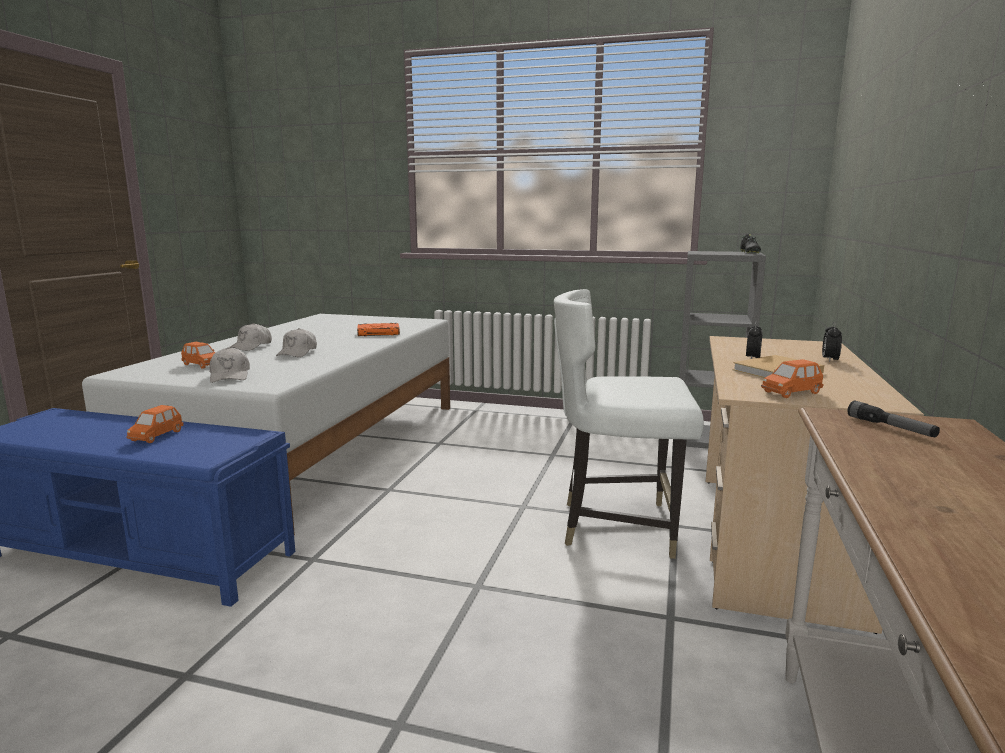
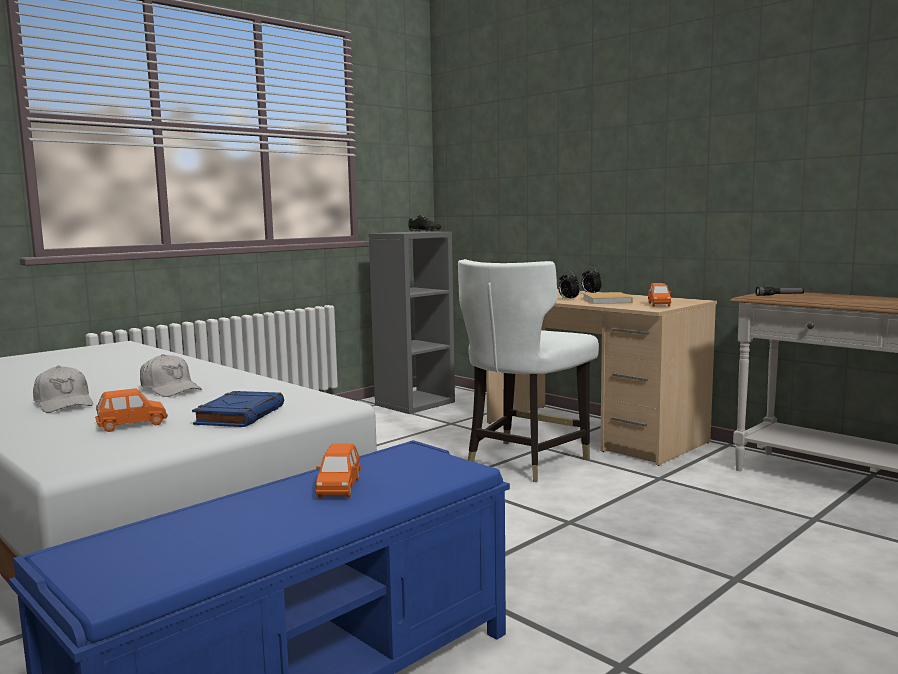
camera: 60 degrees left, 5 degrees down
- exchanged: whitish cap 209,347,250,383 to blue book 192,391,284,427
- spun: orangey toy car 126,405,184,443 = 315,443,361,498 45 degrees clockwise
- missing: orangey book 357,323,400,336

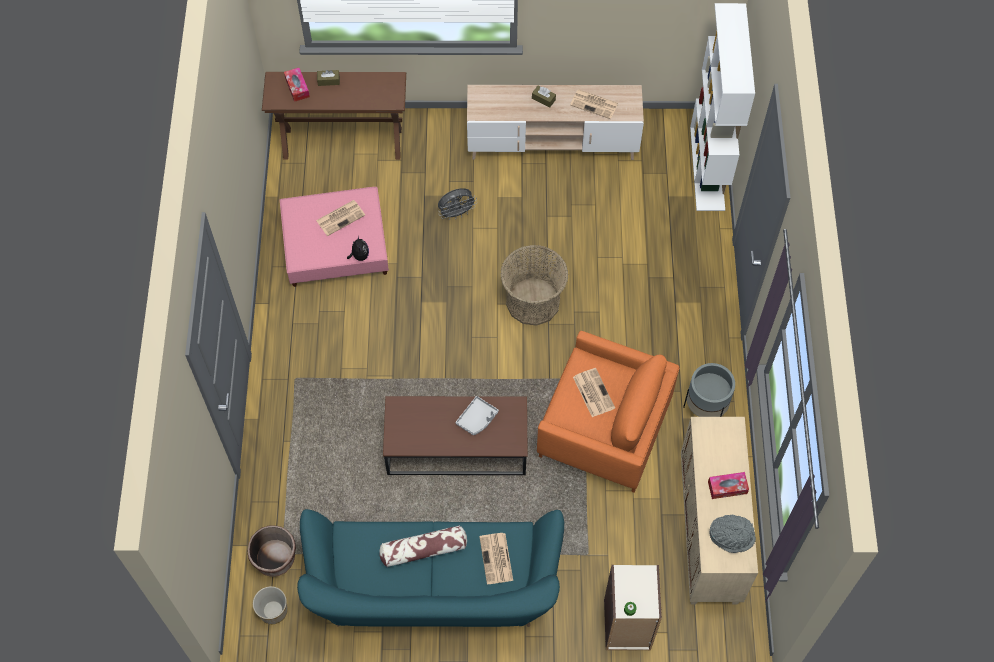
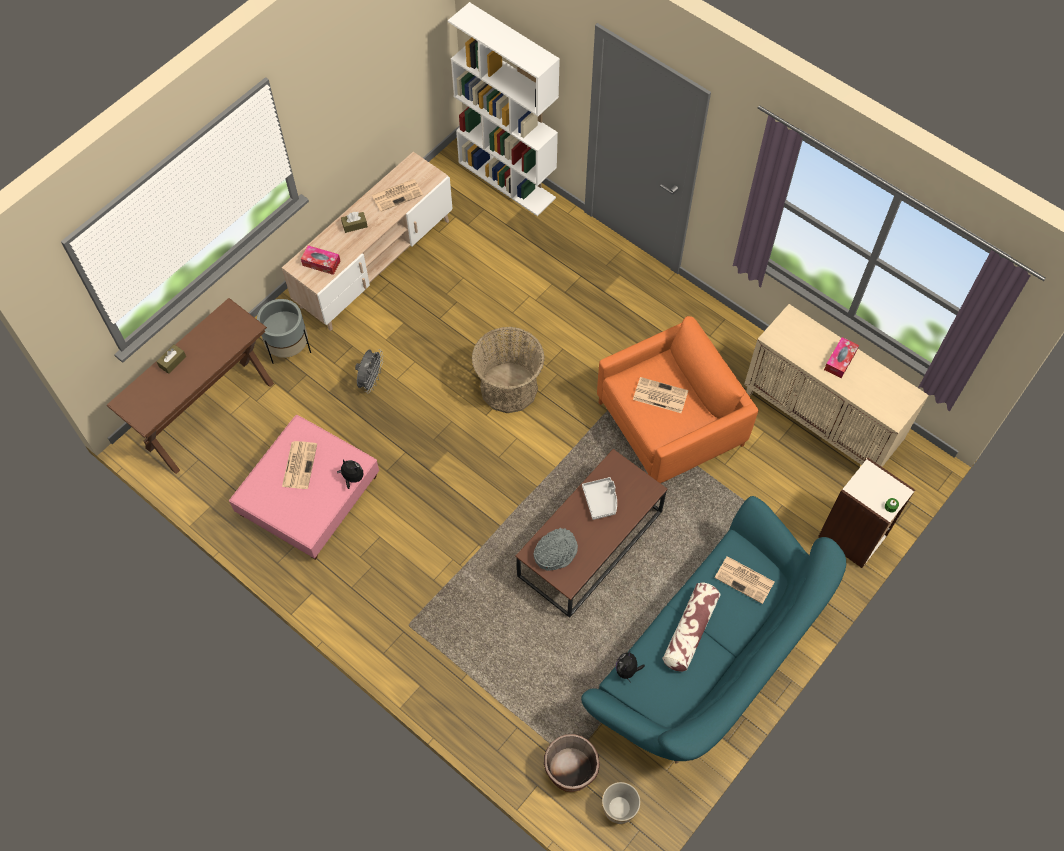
camera: 50 degrees left, 0 degrees up
- relocated: gray flower pot 683,363,735,417 to 257,299,311,364
- relocated: tissue holder 284,68,310,102 to 301,245,340,275
- relocated: gray clothing hat 709,514,756,553 to 534,528,578,571
- appeared: soft toy 616,650,645,683

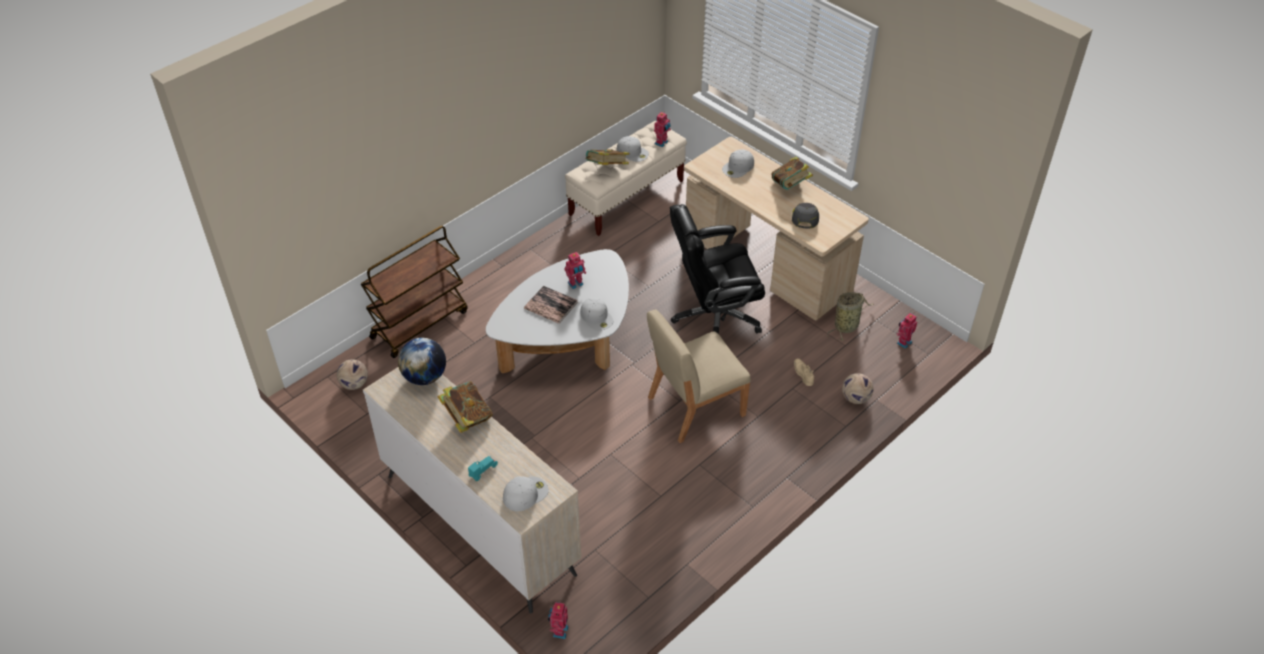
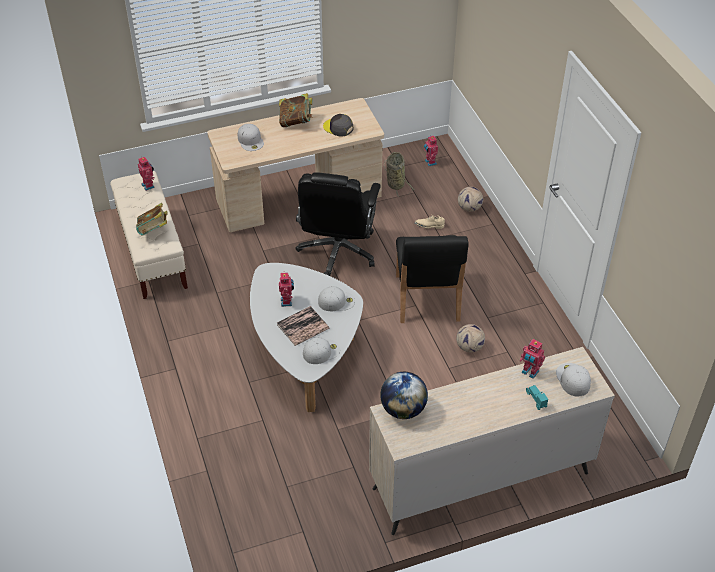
camera: 65 degrees left, 0 degrees up
- relocated: whitish cap 617,136,649,162 to 303,337,340,364
- colour: sand-coloured upright chair 647,310,751,443 to blackish upright chair 396,235,469,323
- relocated: football 337,359,368,390 to 456,324,485,353
- relocated: toy robot 548,602,569,639 to 520,339,545,379
- missing: brownish wheeled cart 361,226,468,358
- missing: book 438,381,493,433

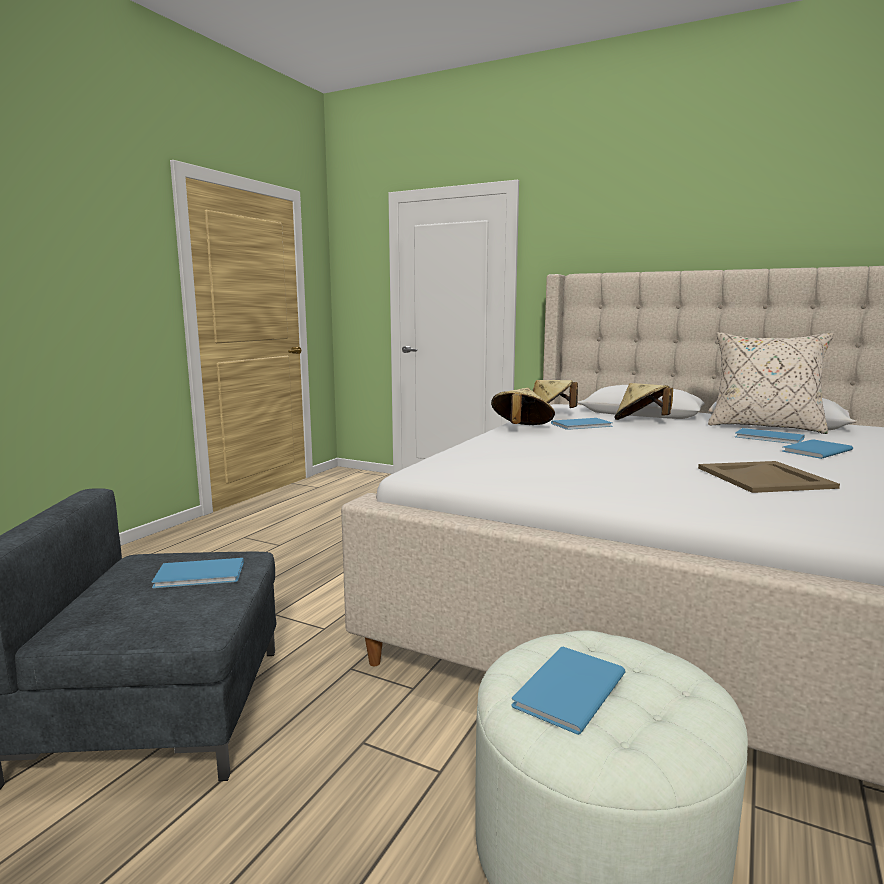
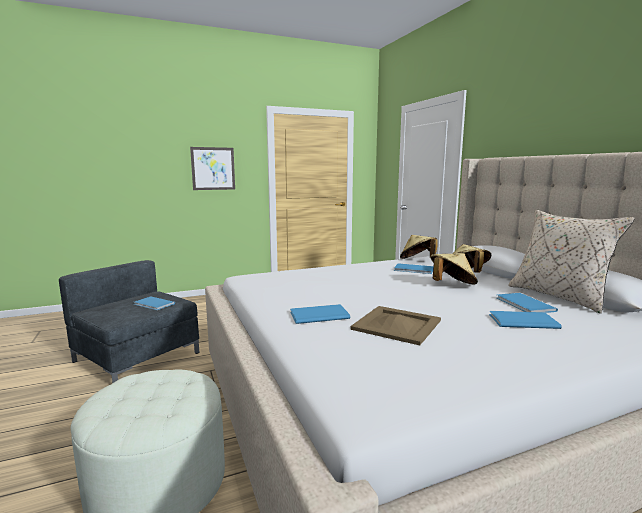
camera: 40 degrees right, 0 degrees up
- appeared: wall art 190,147,235,190
- relocated: blue book 511,647,625,735 to 290,304,350,324
- relocated: sand-coloured clothing hat 491,388,555,425 to 430,253,478,285

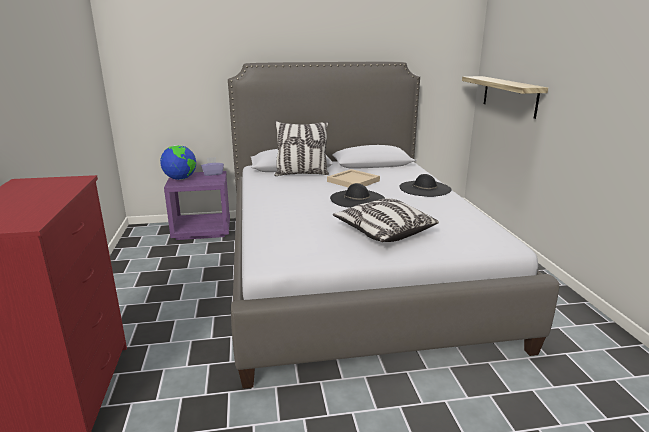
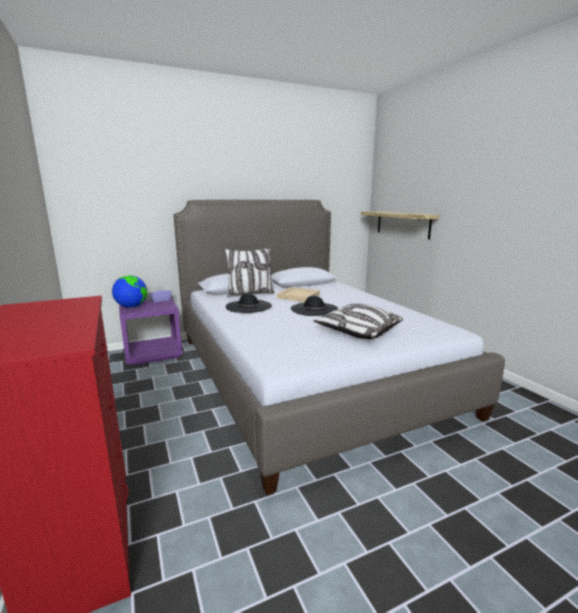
camera: 15 degrees left, 5 degrees down
- relocated: blackish clothing hat 400,174,452,197 to 226,293,272,313

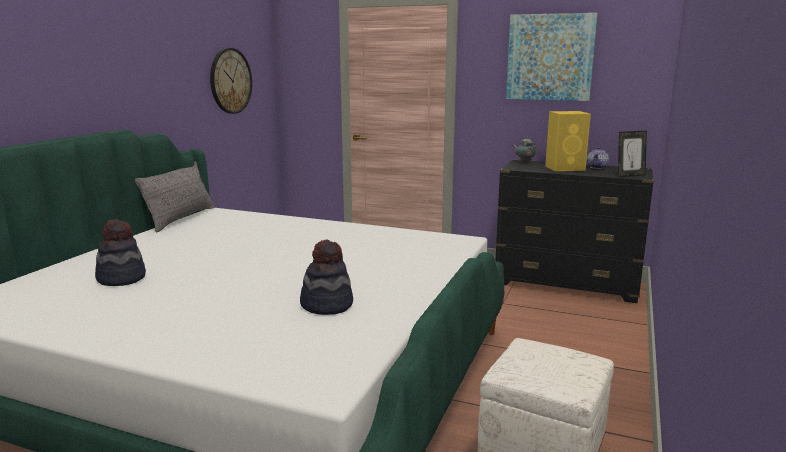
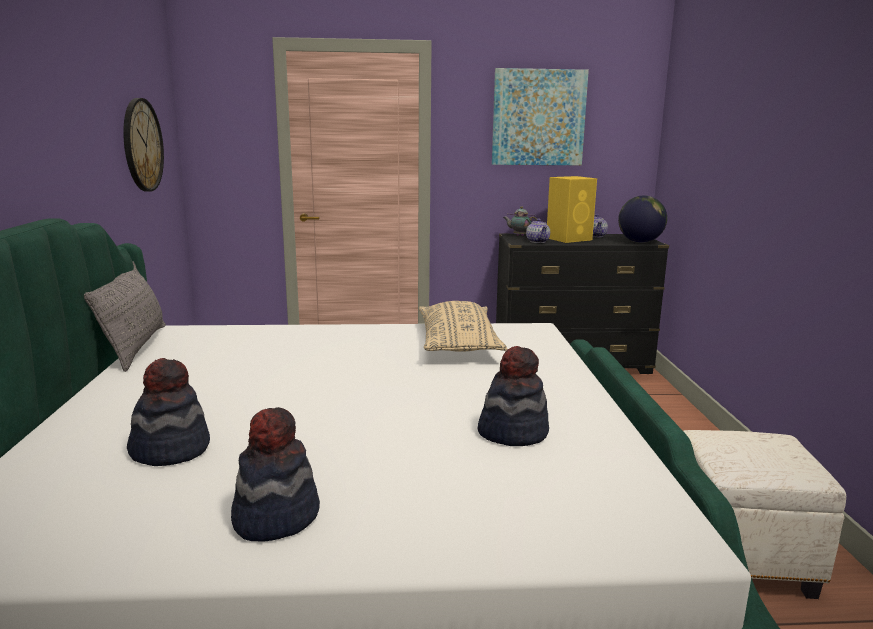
camera: 25 degrees left, 0 degrees up
- appeared: clothing hat 231,407,320,542
- appeared: sand-coloured throw pillow 419,301,507,352
- appeared: teapot 526,218,550,243
- exchanged: picture frame 618,131,647,177 to world globe 618,195,667,243

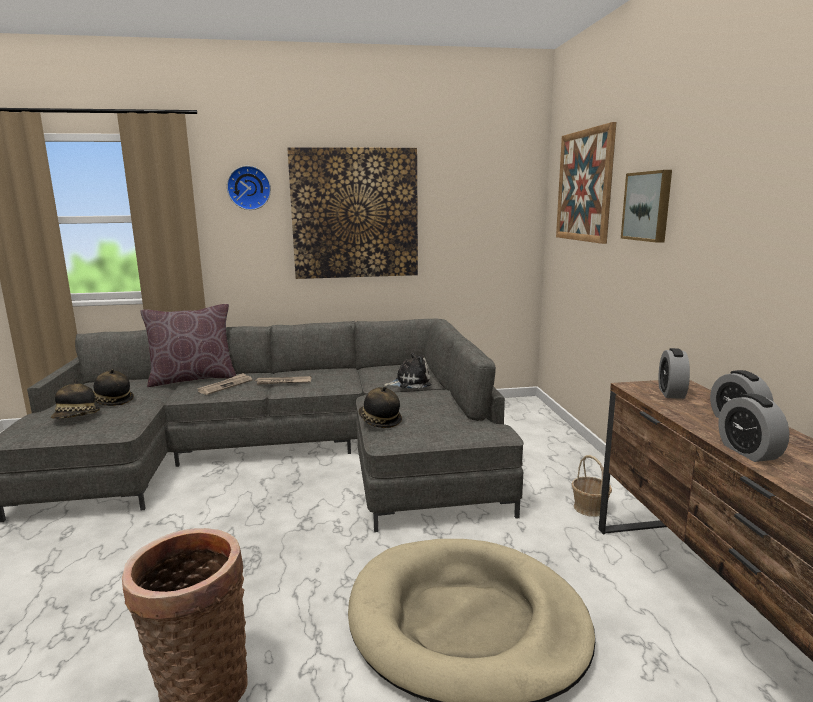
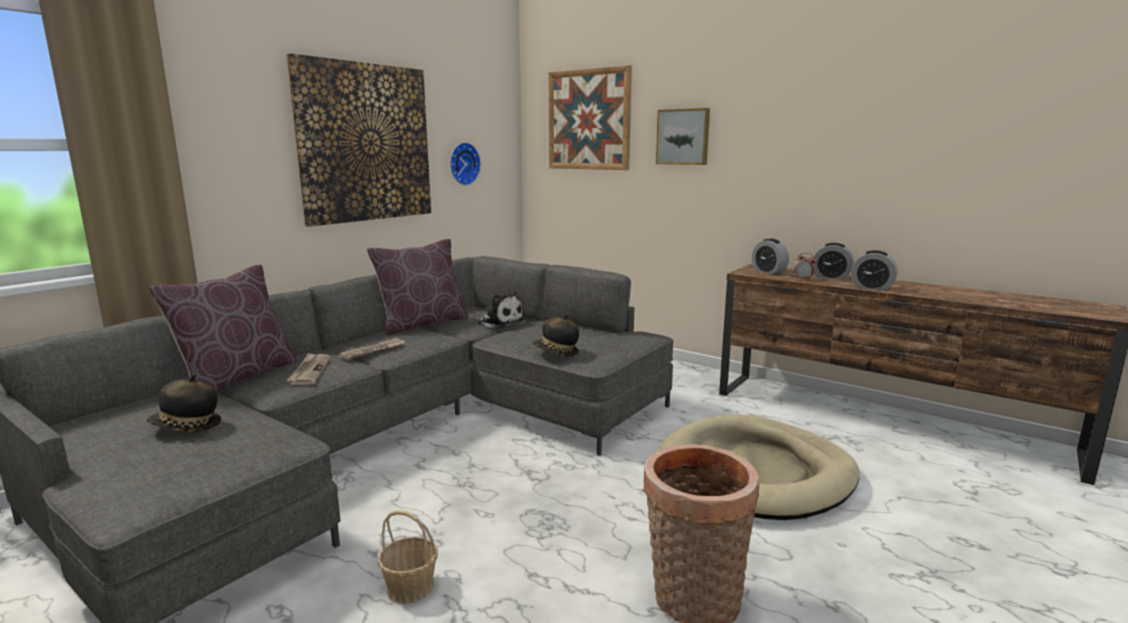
camera: 45 degrees left, 0 degrees up
- appeared: brownish throw pillow 367,239,469,335
- relocated: basket 571,455,612,517 to 377,510,438,604
- relocated: clock on the wall 227,166,271,210 to 450,142,481,186
- spun: soft toy 383,353,431,389 = 474,292,524,328 90 degrees clockwise
- appeared: bedside clock 794,253,816,280
- missing: clothing hat 51,379,100,419

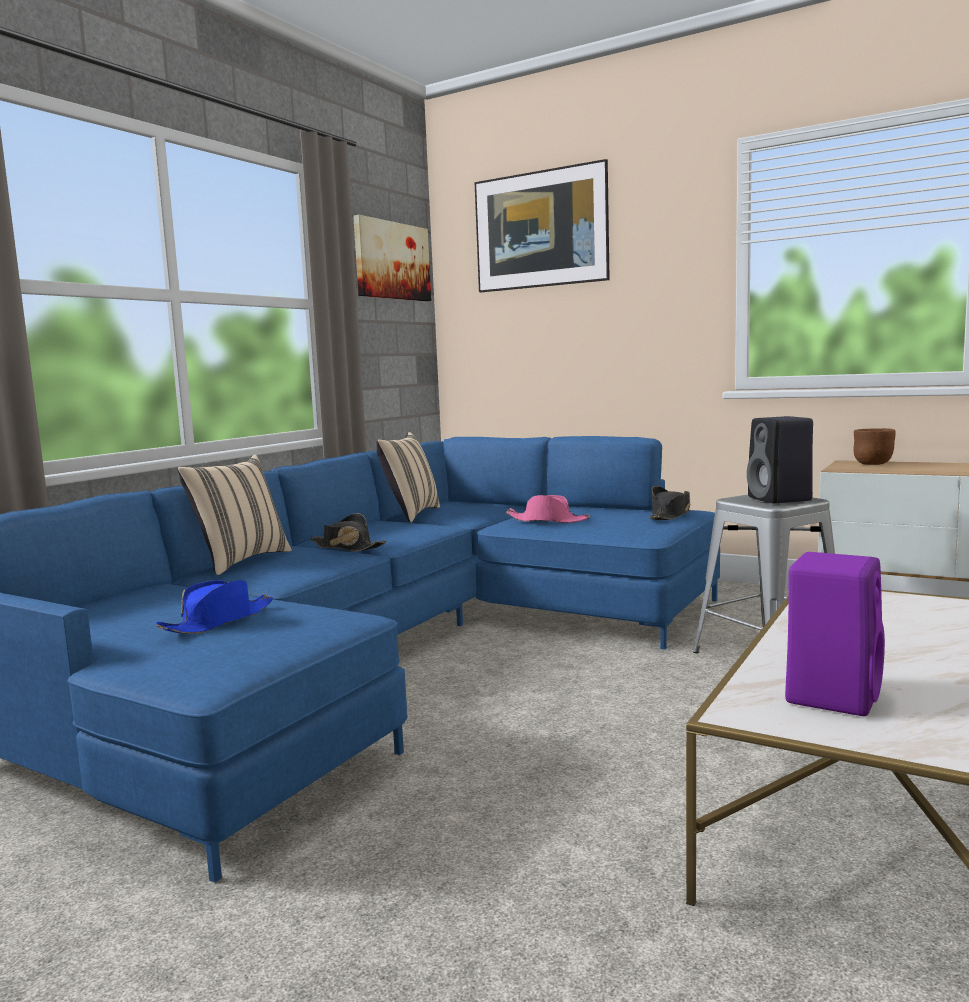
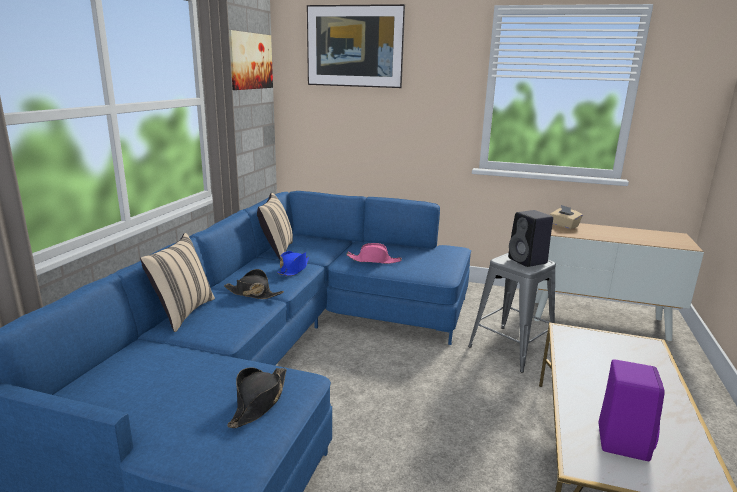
camera: 15 degrees left, 10 degrees up
- relocated: blackish clothing hat 649,486,691,520 to 227,368,287,428
- relocated: blue clothing hat 155,580,273,634 to 277,251,309,276
- exchanged: brownish serving bowl 853,428,896,465 to sand-coloured tissue holder 550,205,583,229

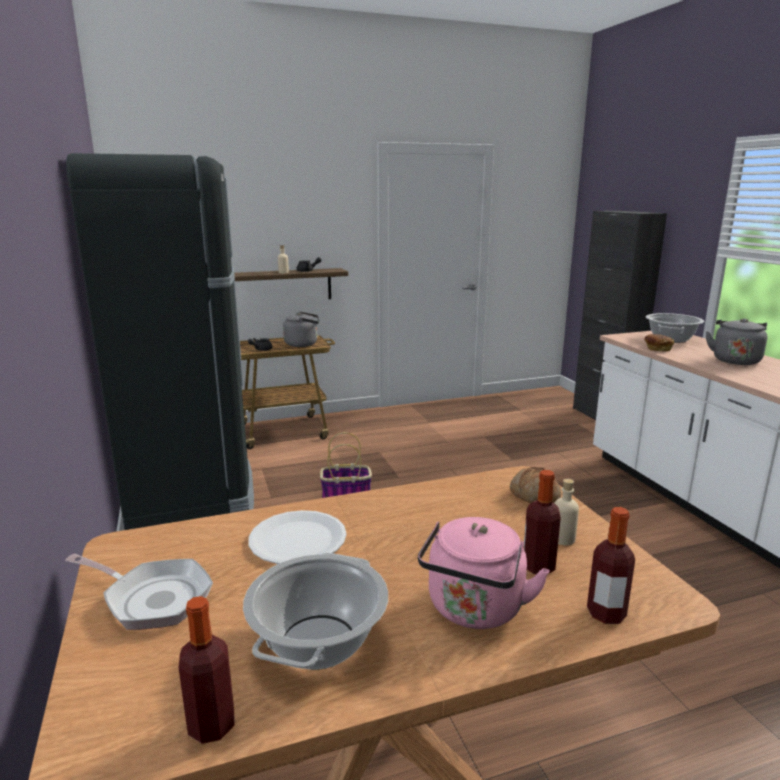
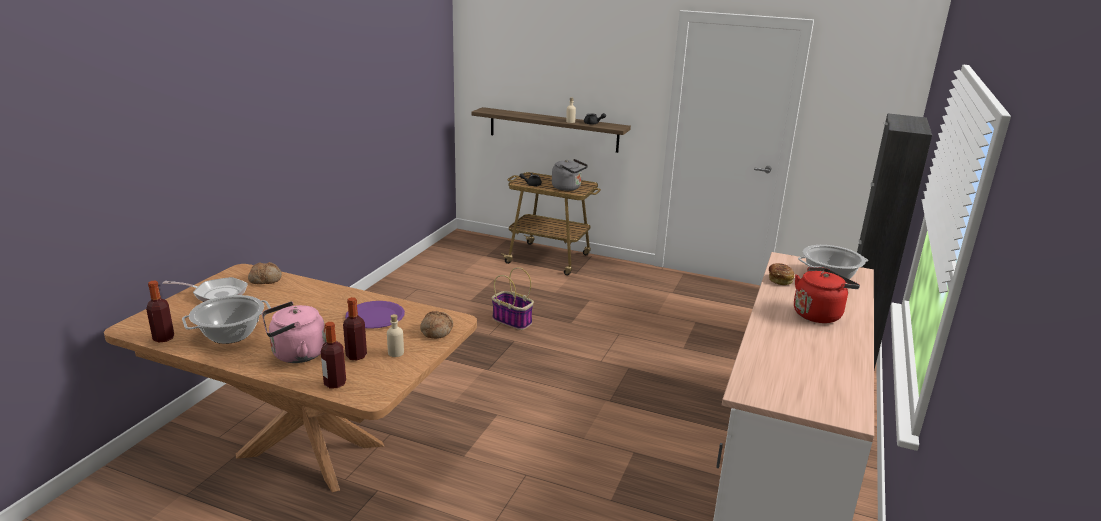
camera: 40 degrees right, 5 degrees up
- spun: skillet 65,554,213,630 = 162,277,248,302 60 degrees counterclockwise
- appeared: bread 248,262,282,284
- appeared: purplish flat dish 345,301,405,329
- colour: gray kettle 706,318,767,365 to red-coloured kettle 794,267,860,323
- missing: blackish kitchen fridge 66,153,254,530
- missing: whitish flat dish 249,510,347,564

